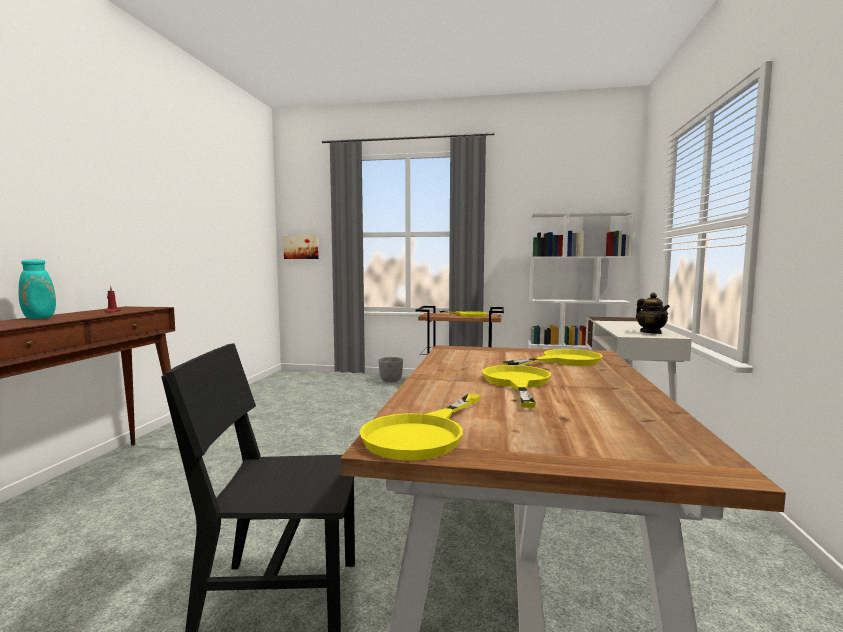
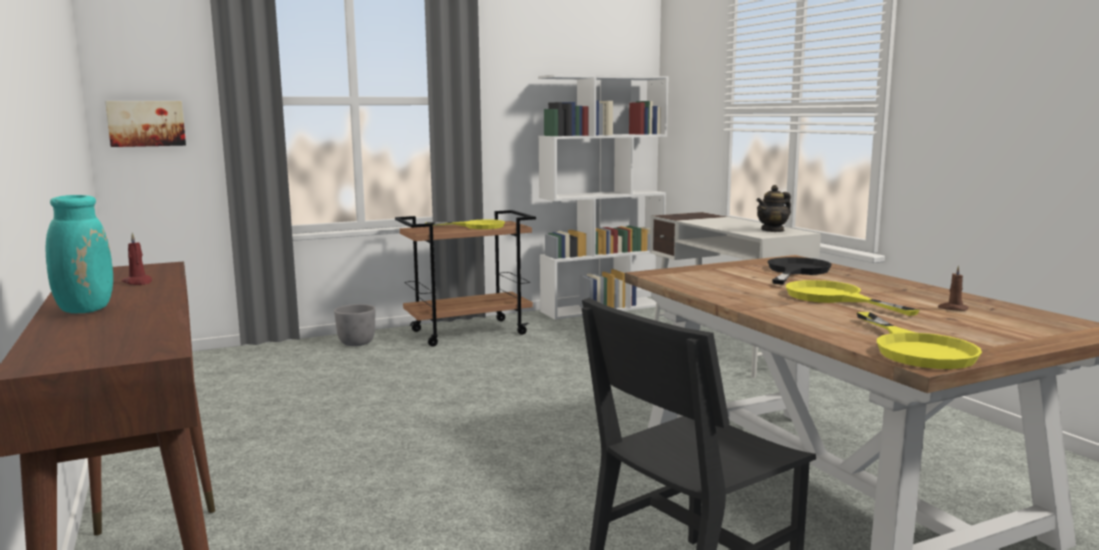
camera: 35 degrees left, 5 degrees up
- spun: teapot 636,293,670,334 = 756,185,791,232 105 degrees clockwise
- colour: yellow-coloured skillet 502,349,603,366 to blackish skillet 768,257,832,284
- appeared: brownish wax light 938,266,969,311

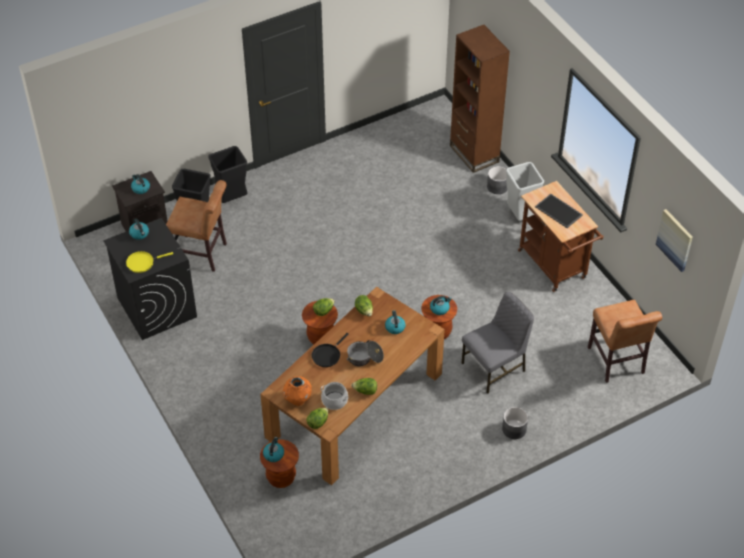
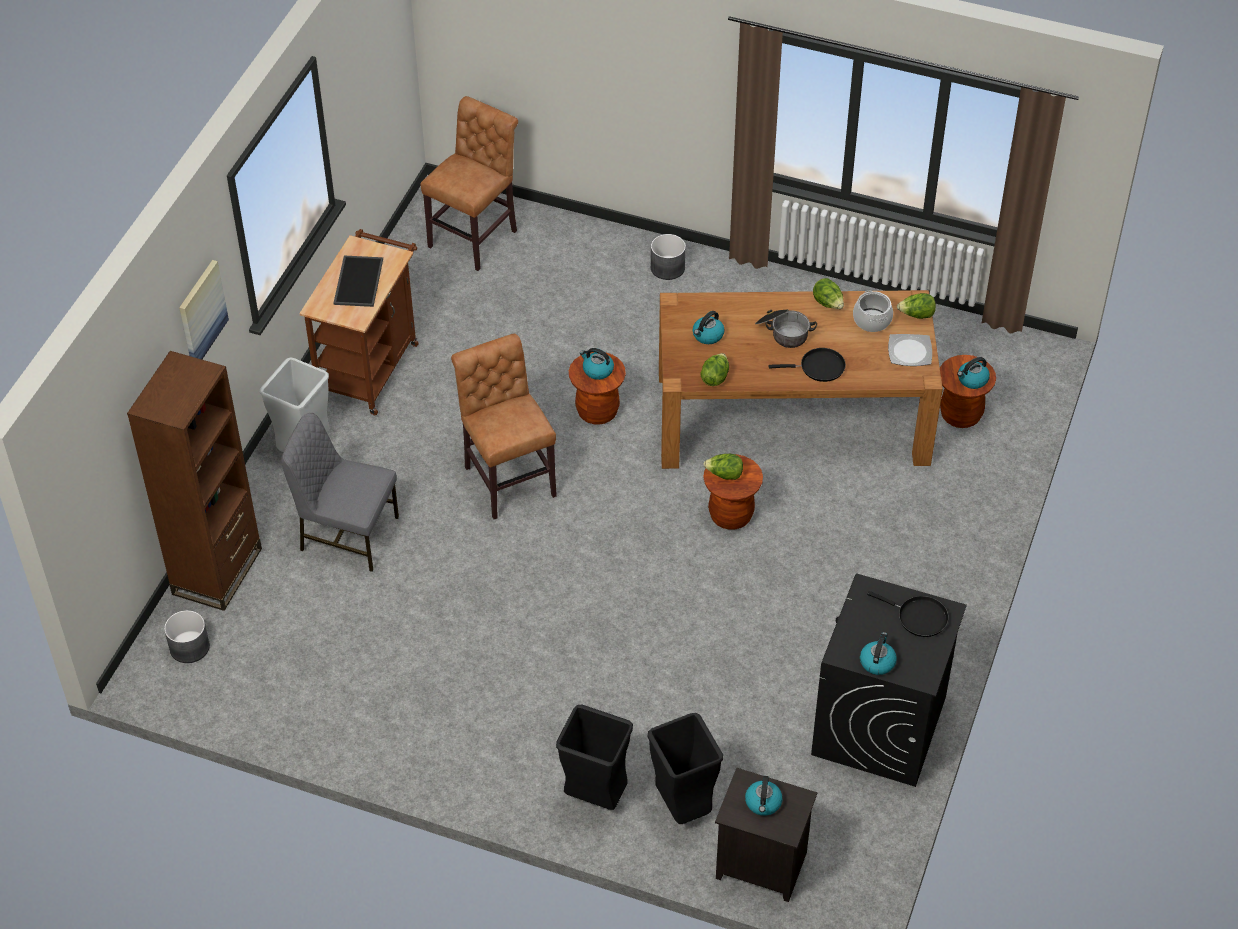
camera: 130 degrees left, 0 degrees up
- relocated: gray flower pot 487,166,507,194 to 164,610,210,663
- relocated: wall art 656,209,693,272 to 179,260,229,359
- relocated: gray upright chair 462,292,534,394 to 281,413,399,572
- relocated: brownish upright chair 166,180,227,272 to 451,334,557,519
- colour: yellow-coloured skillet 126,251,173,273 to blackish skillet 867,591,949,637
- exchanged: orangey vase 283,376,312,406 to flat dish 888,334,932,366

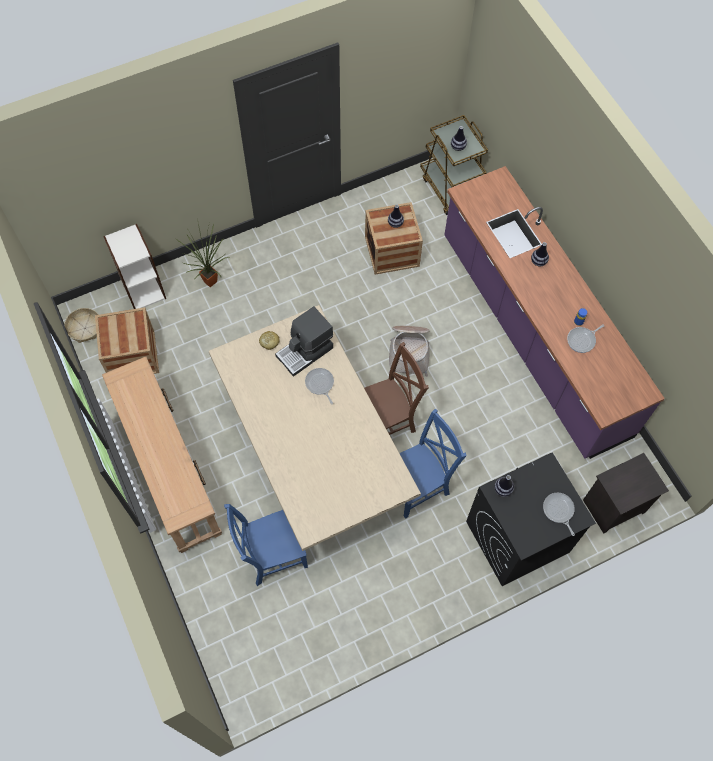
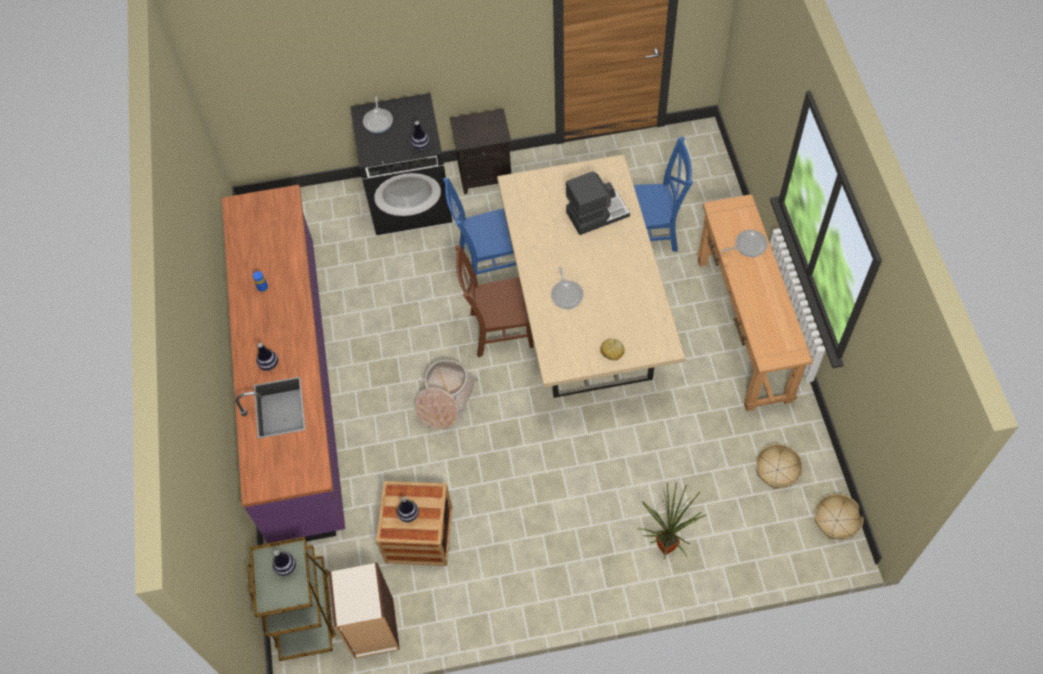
camera: 160 degrees left, 5 degrees down
- relocated: bookshelf 103,224,166,309 to 329,563,400,659
- relocated: blackish bedside table 583,453,669,534 to 450,109,511,194
- relocated: coffee brewer 275,306,333,377 to 566,171,630,235
- relocated: skillet 567,324,605,353 to 722,230,768,257
- exchanged: shipping crate 95,307,159,374 to basket 756,444,803,489

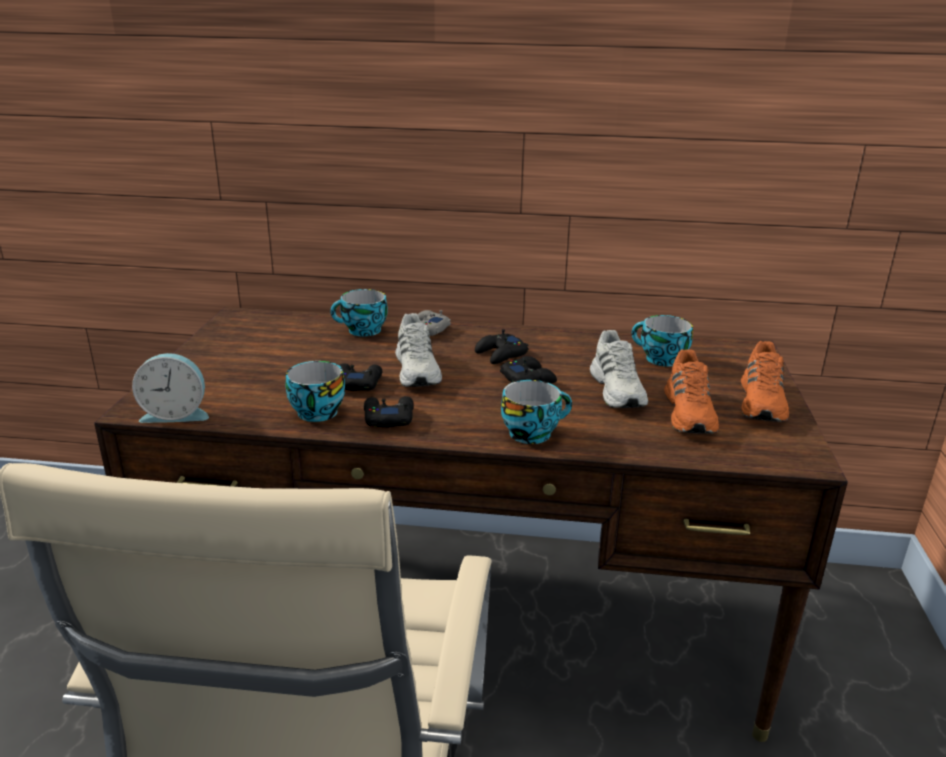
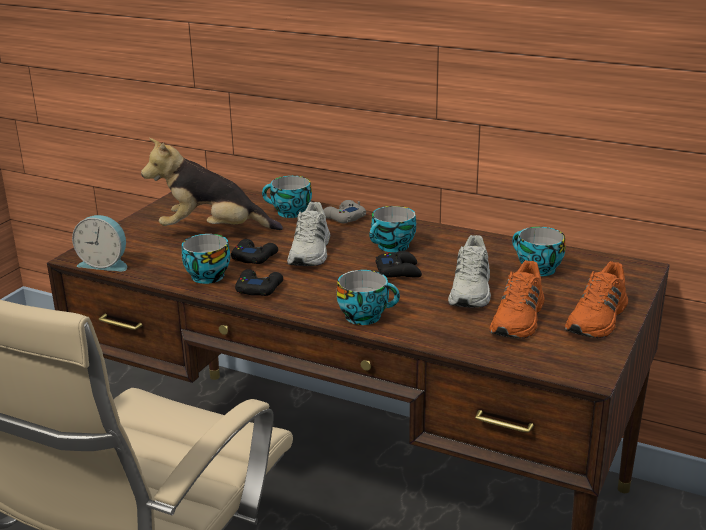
camera: 20 degrees right, 0 degrees up
- appeared: soft toy 141,138,283,230
- exchanged: blackish game controller 475,329,529,364 to cup 369,206,416,252

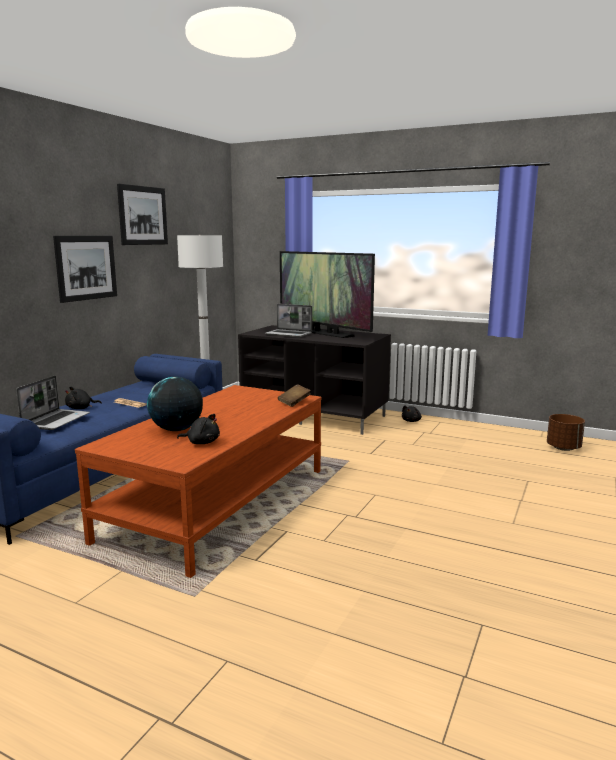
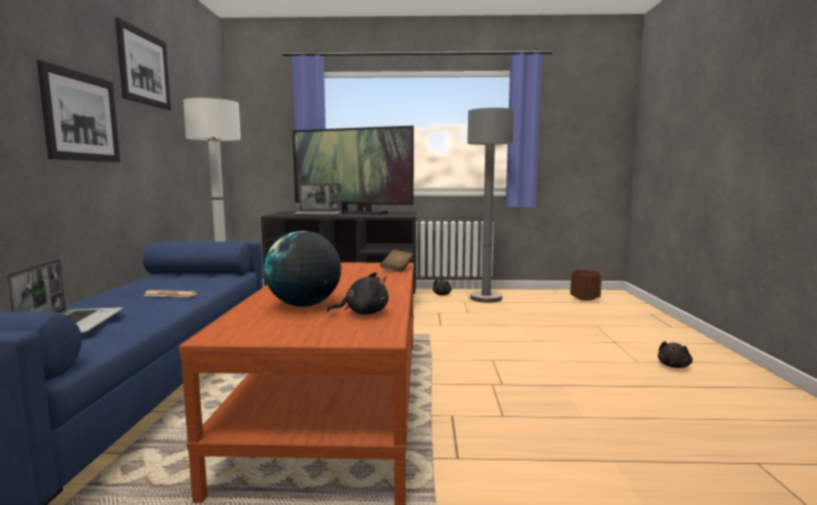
camera: 25 degrees left, 5 degrees down
- appeared: gray standard lamp 467,108,514,303
- relocated: blackish soft toy 65,386,102,409 to 658,341,693,368

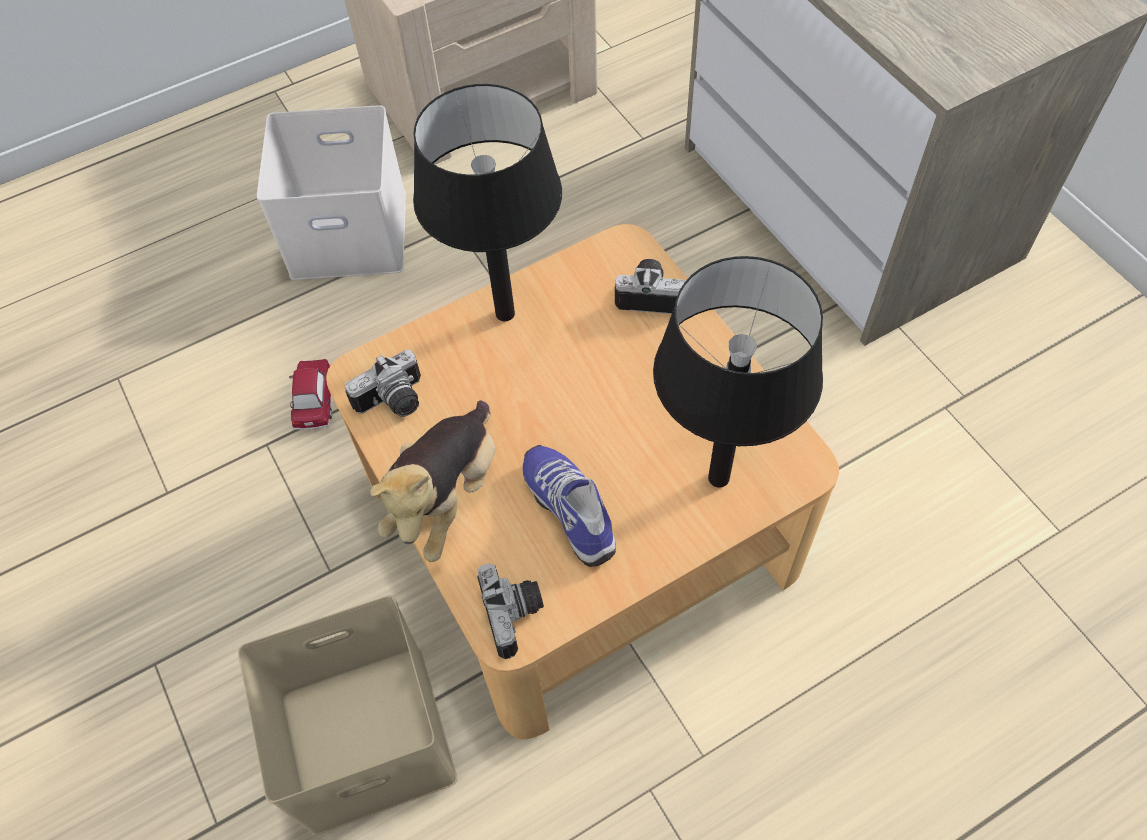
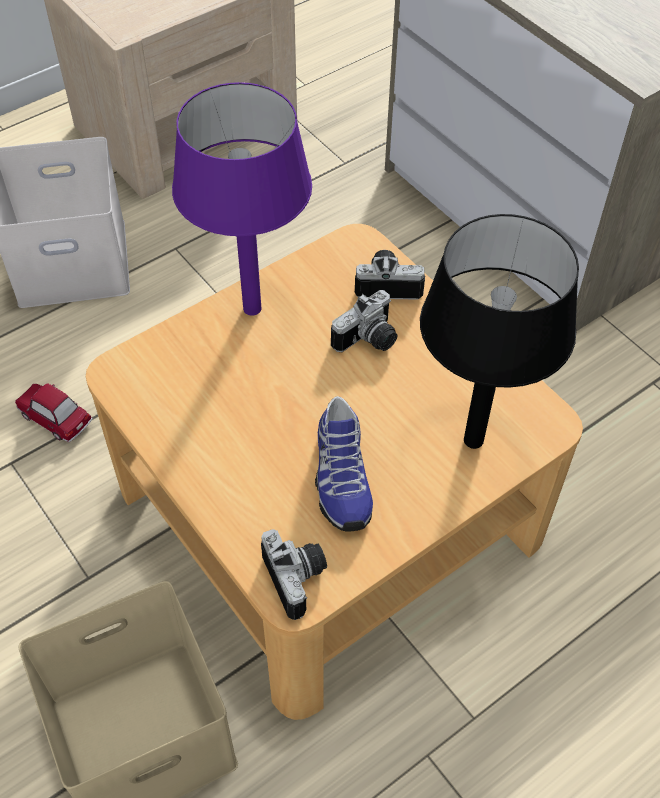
camera: 10 degrees left, 5 degrees down
- spun: toy car 289,359,332,430 = 15,383,93,442 45 degrees counterclockwise
- colour: blackish tabletop lamp 413,84,562,321 to purplish tabletop lamp 172,82,312,316
- spun: shoe 522,445,616,567 = 315,396,373,532 150 degrees counterclockwise
- relocated: photo camera 345,349,421,417 to 331,290,397,352
- missing: soft toy 370,401,495,562

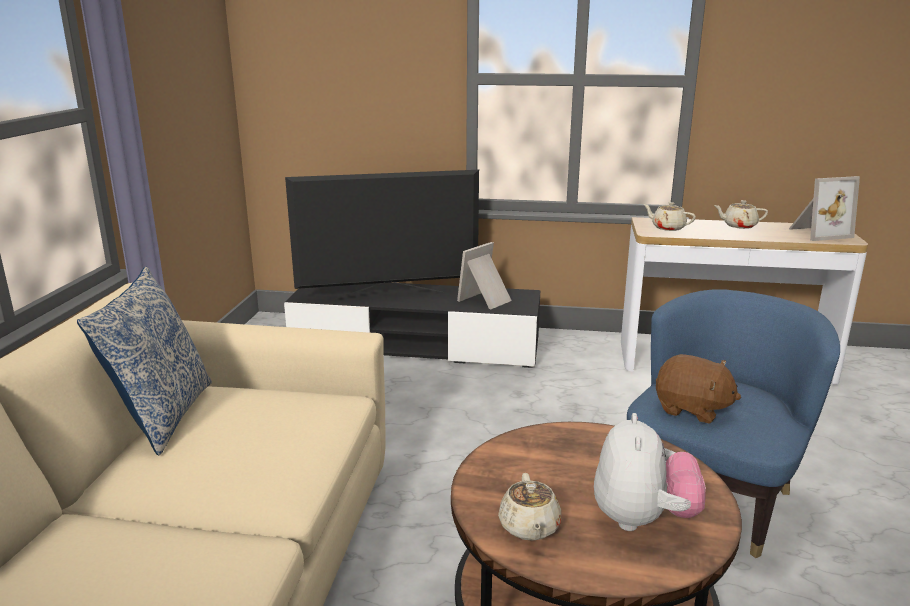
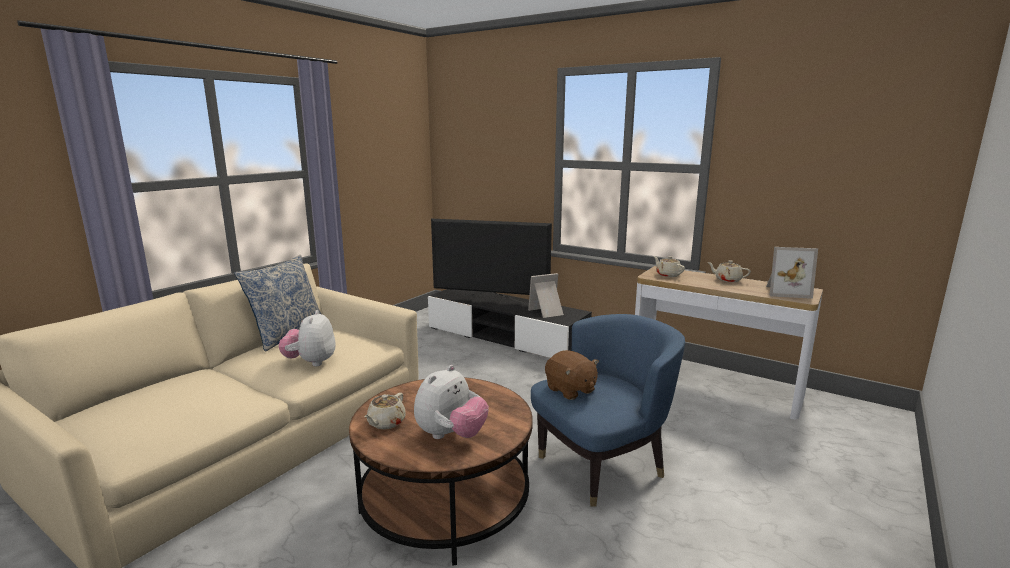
camera: 25 degrees right, 5 degrees down
- appeared: soft toy 279,310,336,367

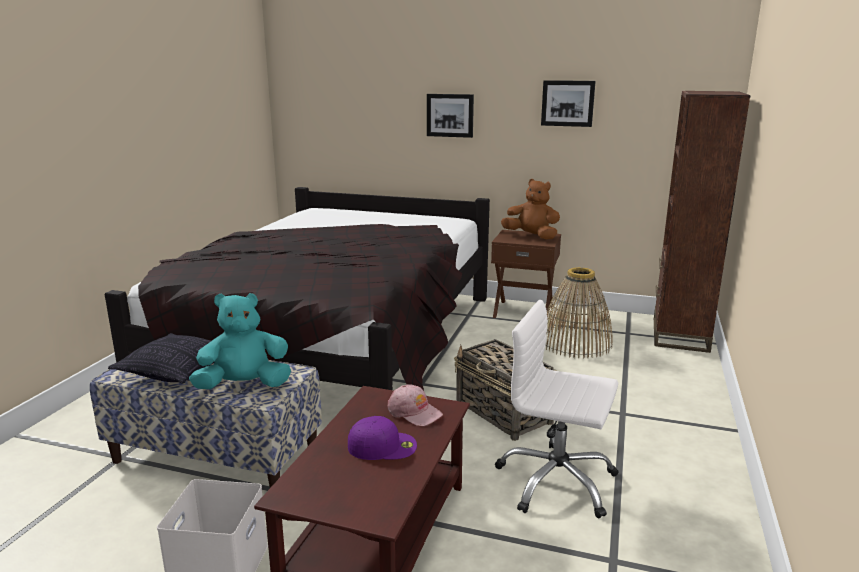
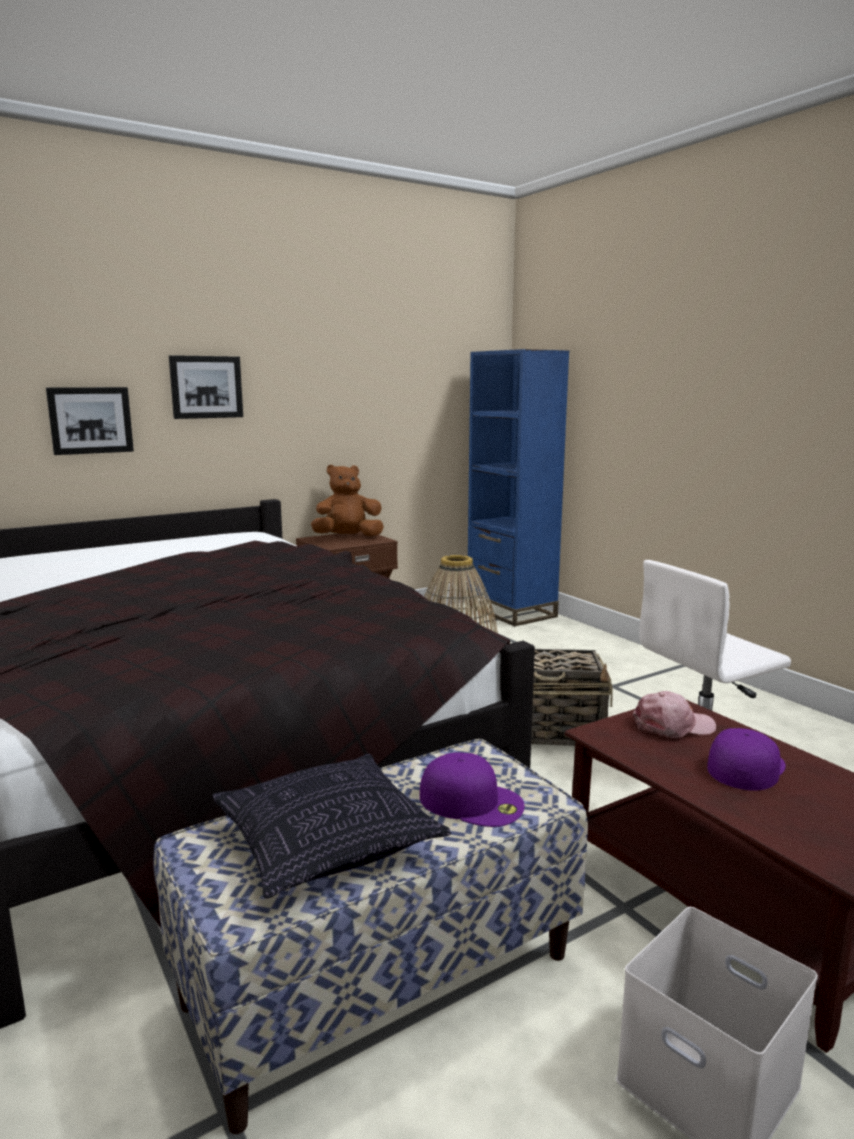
camera: 50 degrees left, 5 degrees down
- relocated: wall art 541,80,596,127 to 46,387,134,455
- exchanged: turquoise-coloured soft toy 189,293,291,389 to purplish cap 420,753,524,827
- colour: brownish bookshelf 654,91,751,353 to blue bookshelf 467,349,570,626

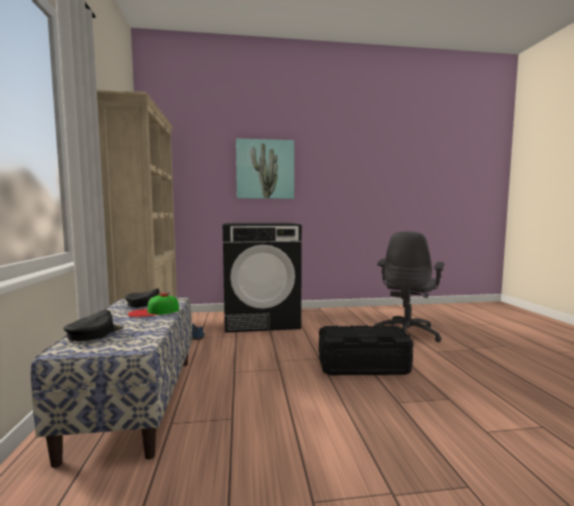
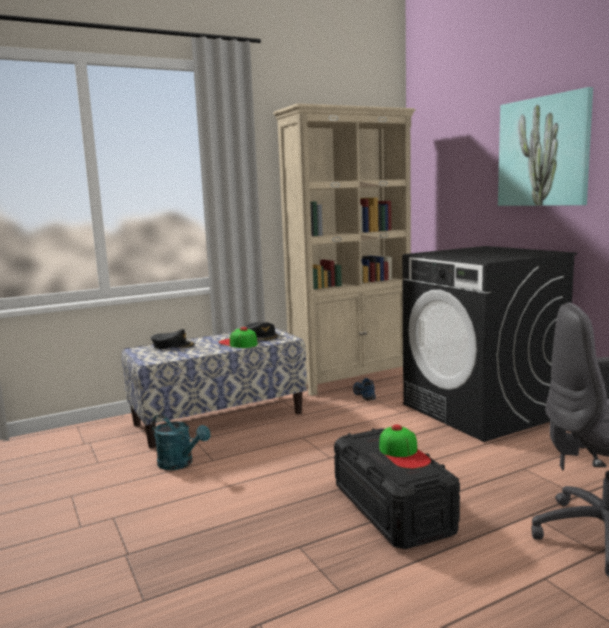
camera: 70 degrees right, 5 degrees up
- appeared: turquoise-coloured watering pot 152,414,210,470
- appeared: cap 379,425,431,469

